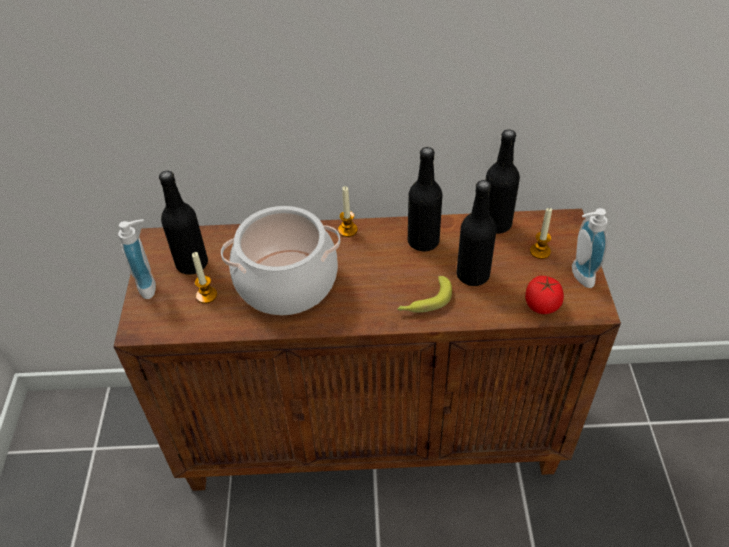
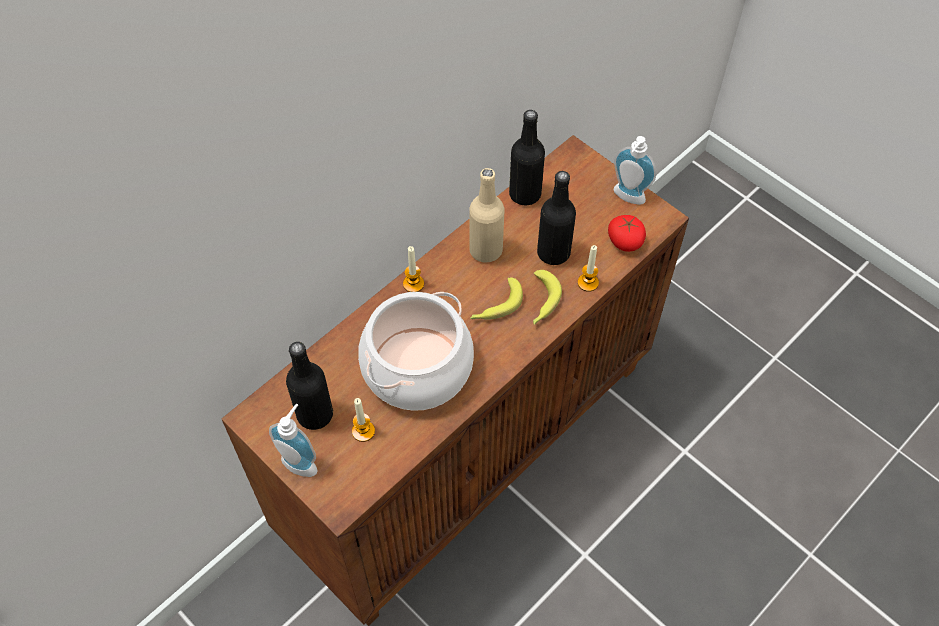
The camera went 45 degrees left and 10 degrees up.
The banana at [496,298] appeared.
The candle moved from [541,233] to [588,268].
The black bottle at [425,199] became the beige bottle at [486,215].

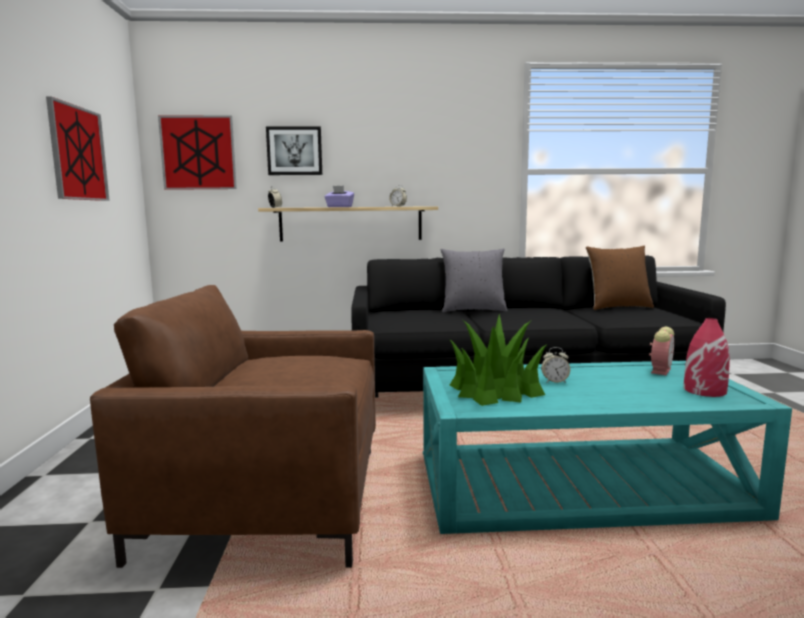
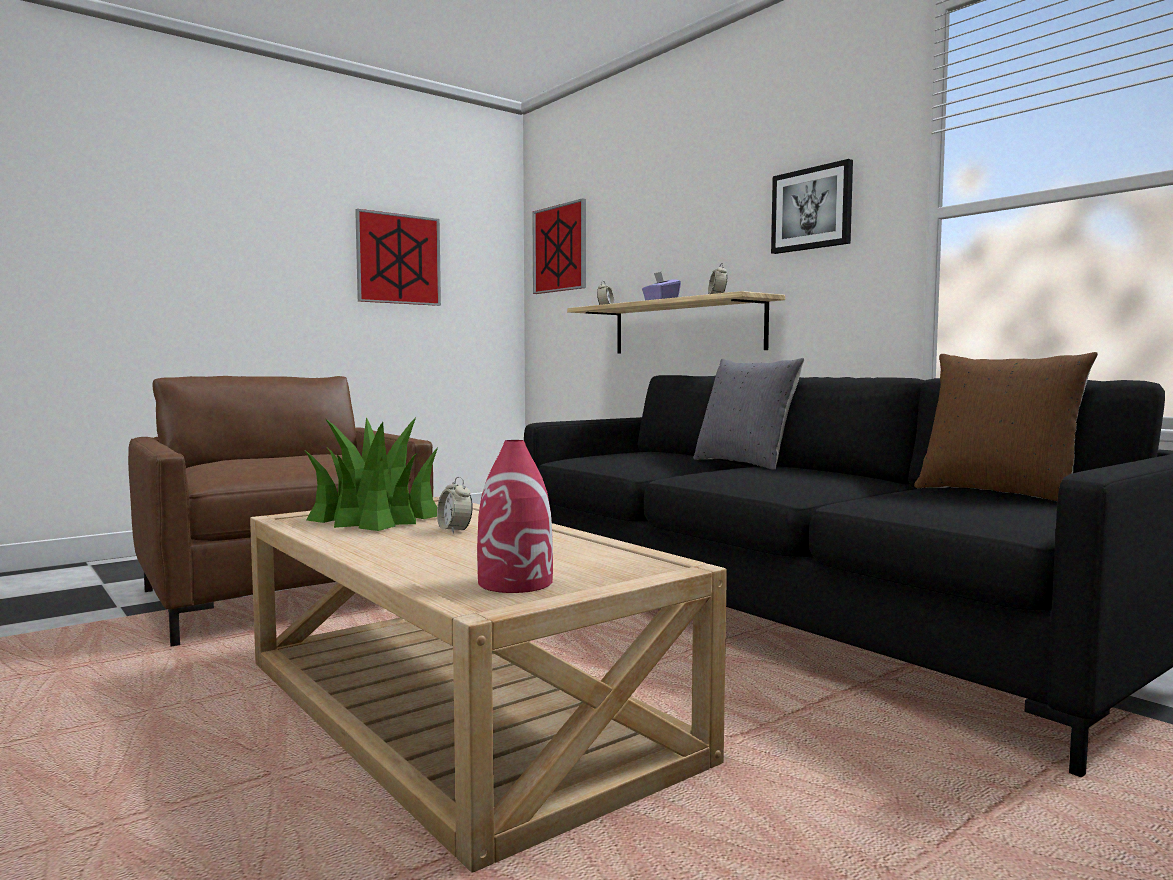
The camera went 55 degrees right and 5 degrees down.
The alarm clock at [661,351] disappeared.
The picture moved from [294,151] to [812,206].
The turquoise coffee table at [607,447] became the beige coffee table at [488,685].

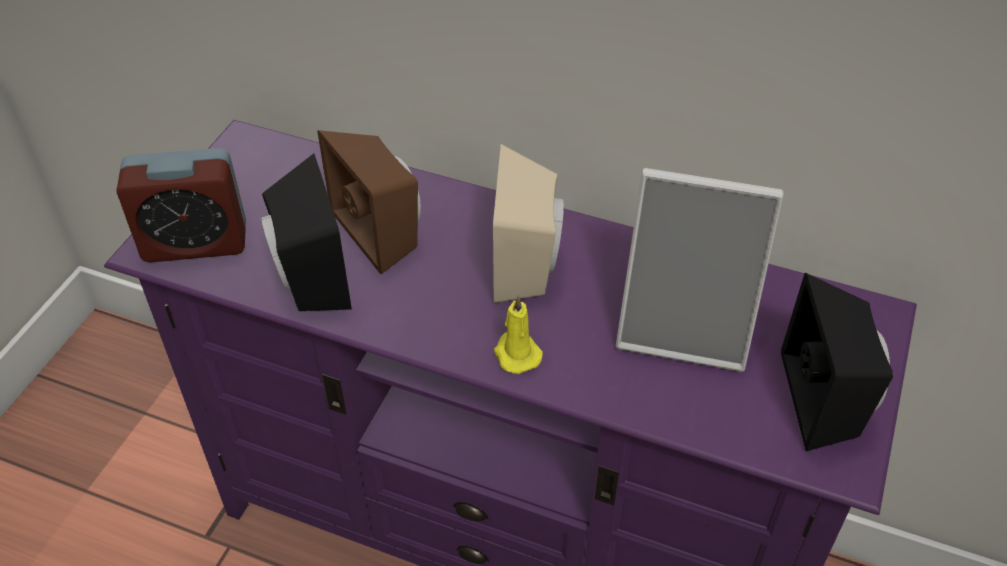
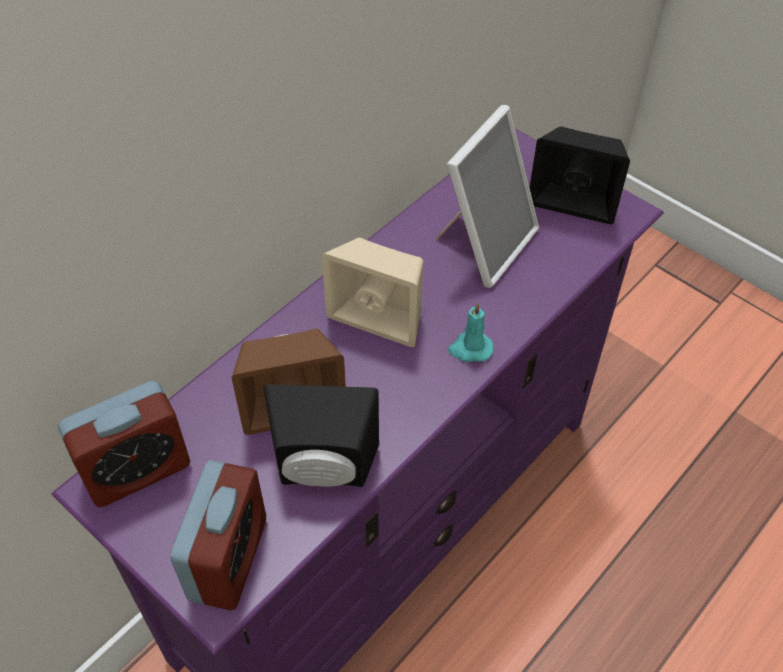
The camera went 70 degrees left and 5 degrees up.
The alarm clock at [124,444] appeared.
The yellow candle at [518,334] became the turquoise candle at [471,332].

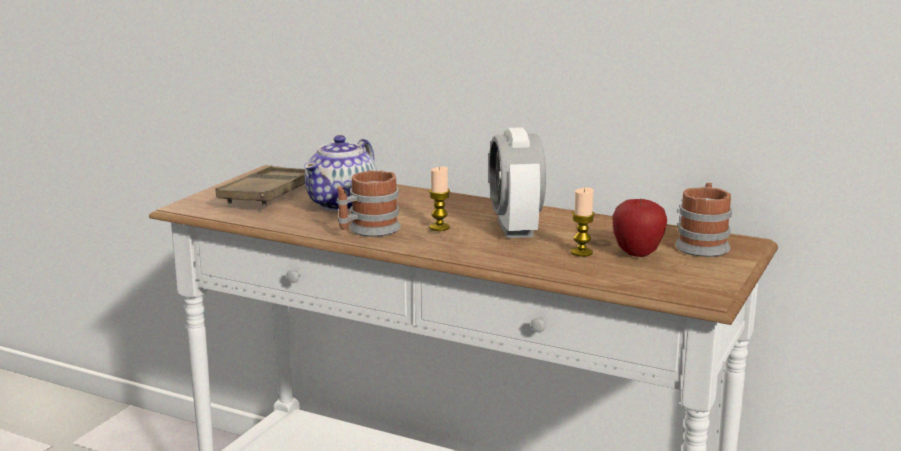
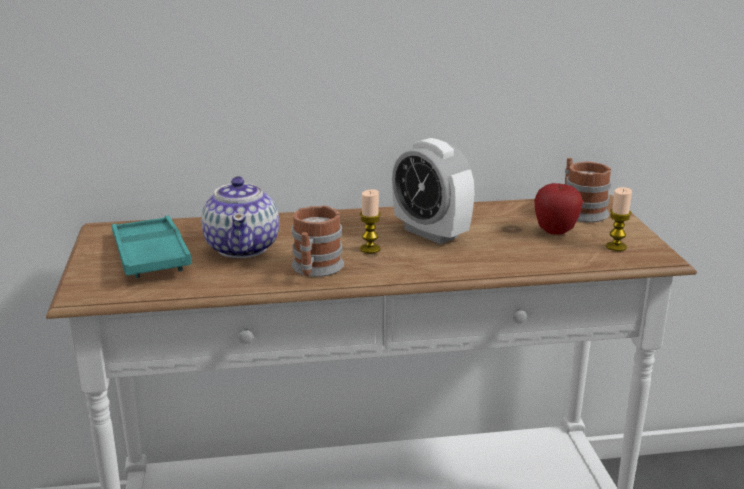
The camera went 35 degrees left and 5 degrees up.
The candle moved from [583,222] to [619,219].
The brown tray at [260,186] became the turquoise tray at [152,247].

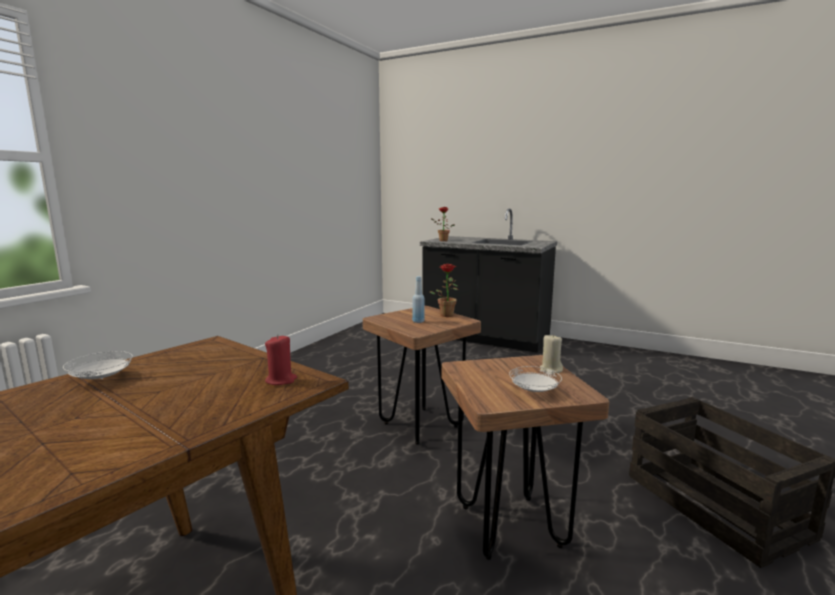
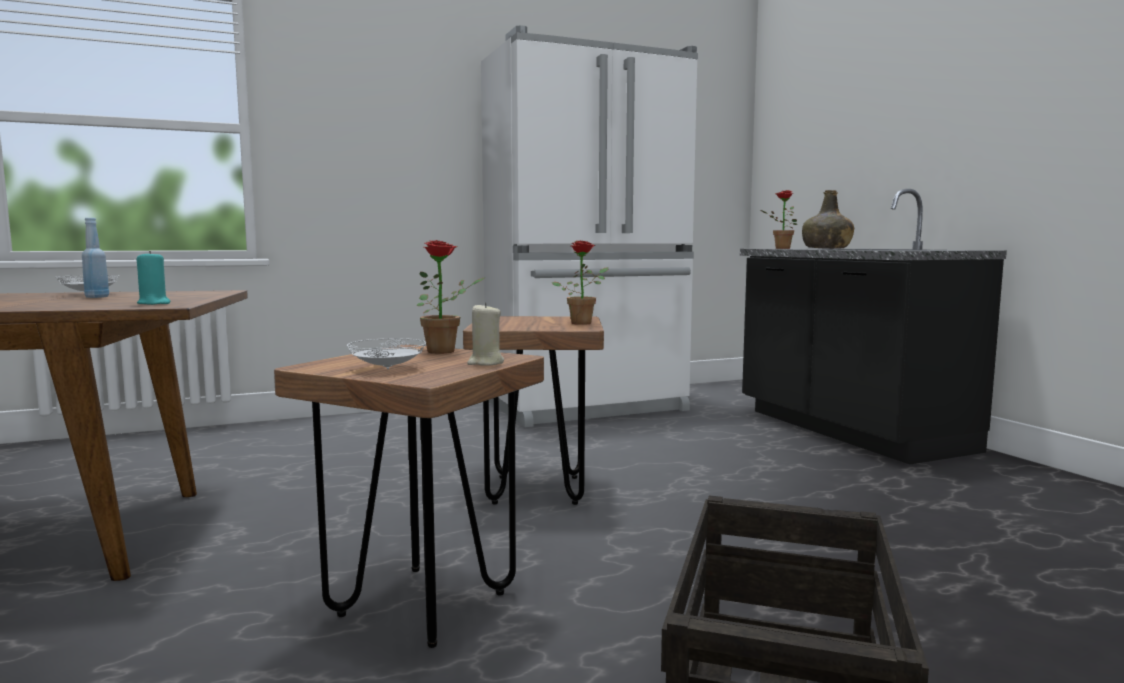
The camera went 40 degrees right and 5 degrees down.
The potted plant at [451,297] appeared.
The white fridge at [589,226] appeared.
The green bottle at [828,219] appeared.
The blue bottle moved from [418,299] to [95,258].
The red candle at [281,360] became the turquoise candle at [154,278].

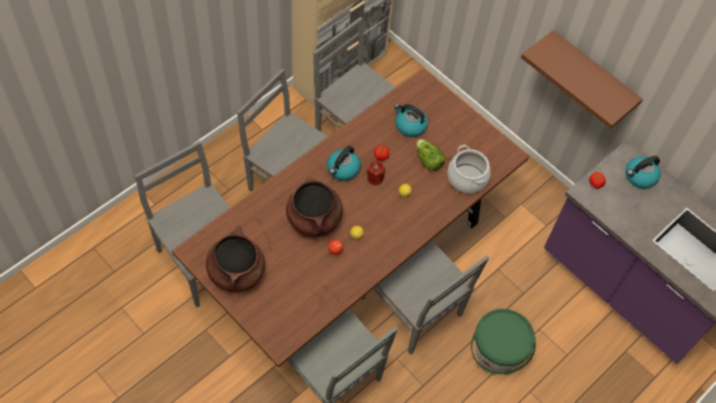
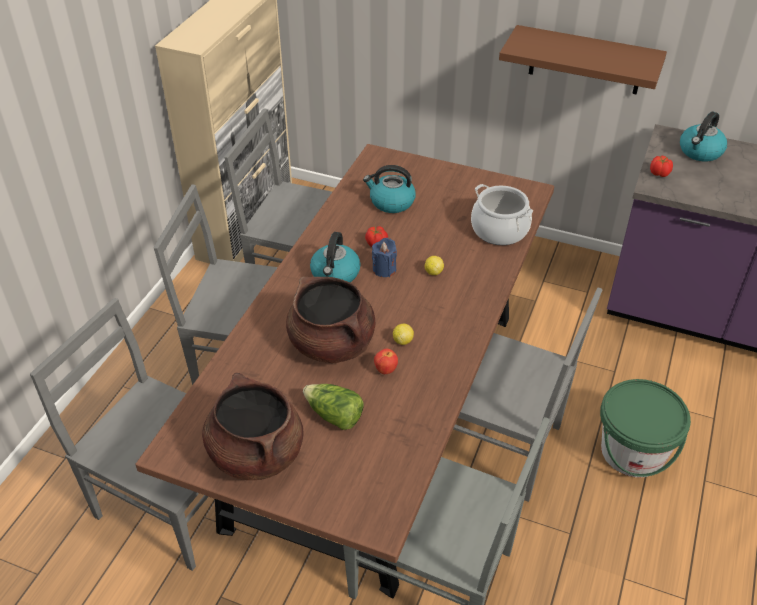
The camera went 20 degrees left and 15 degrees down.
The lettuce moved from [430,155] to [333,407].
The red candle at [376,173] became the blue candle at [384,257].

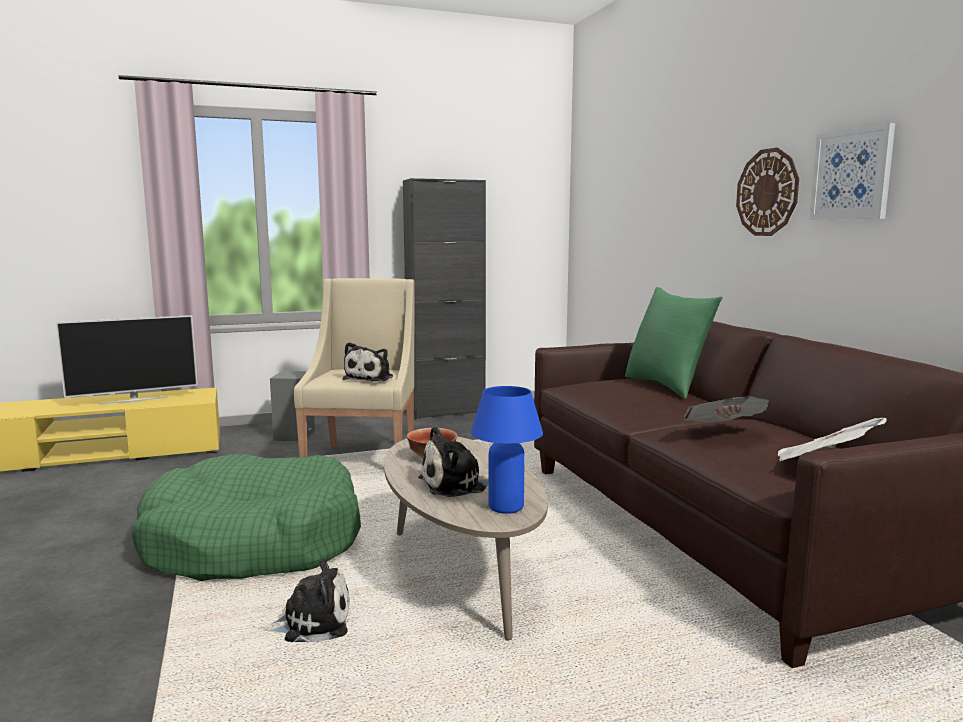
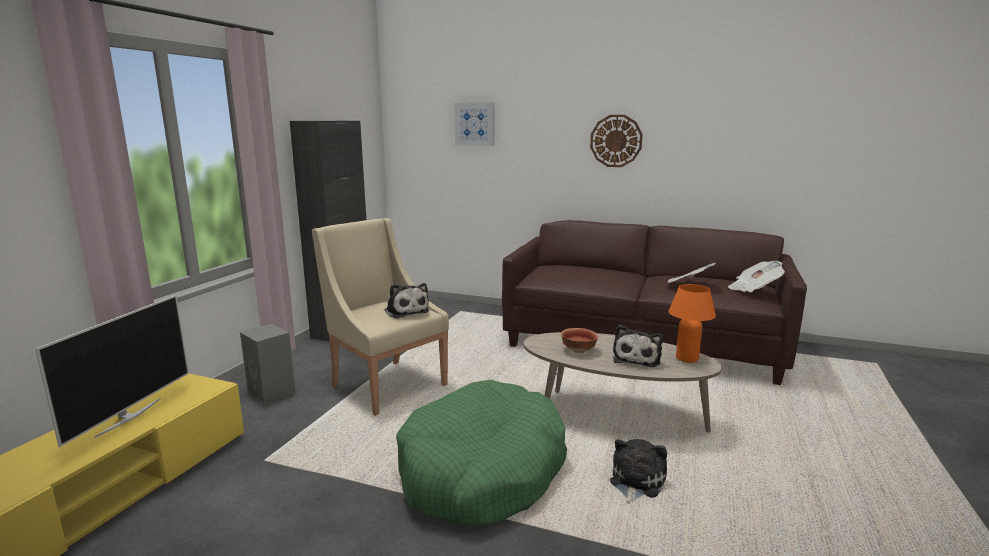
The camera went 50 degrees left and 5 degrees up.
The green pillow at [673,343] disappeared.
The picture moved from [852,171] to [474,124].
The blue table lamp at [507,450] became the orange table lamp at [692,323].

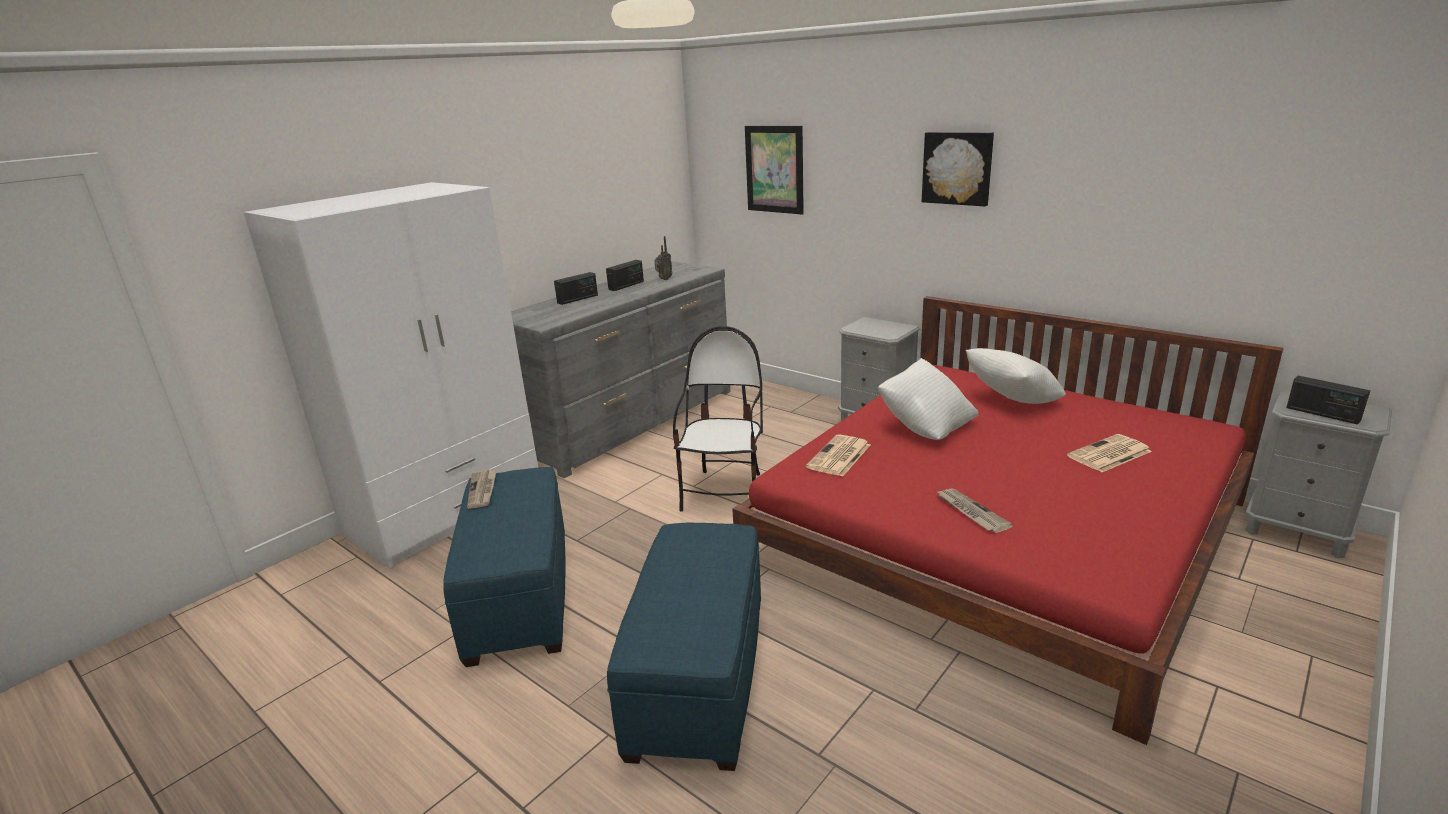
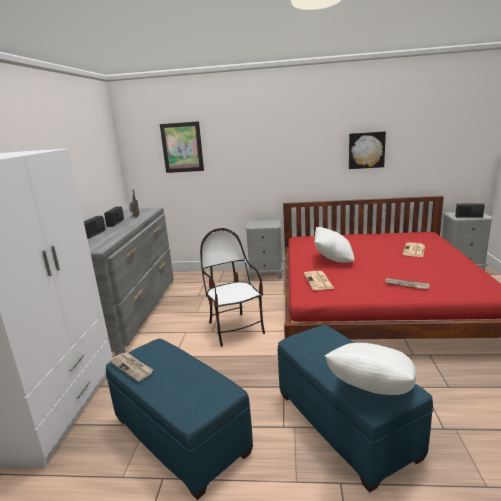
The camera went 35 degrees left and 5 degrees down.
The picture moved from [958,169] to [367,150].
The white pillow moved from [1016,376] to [371,369].

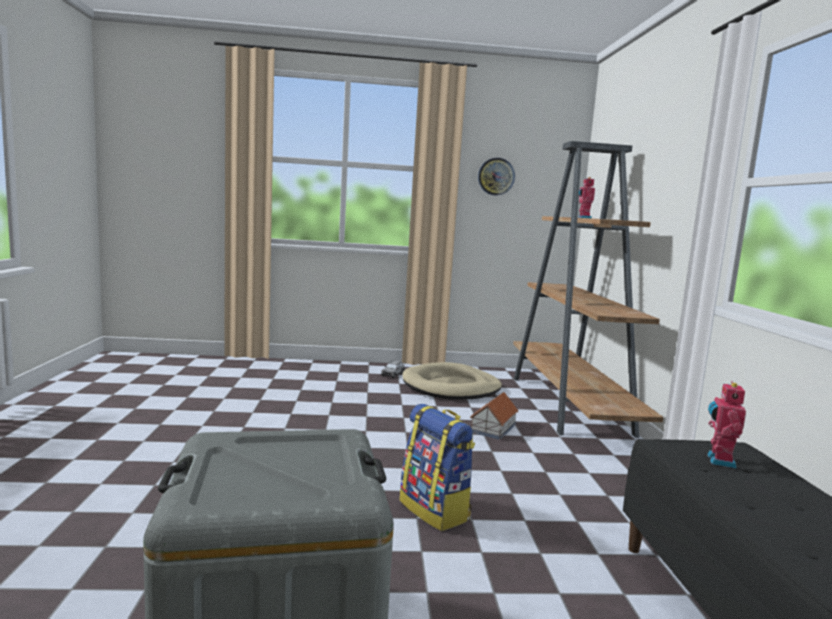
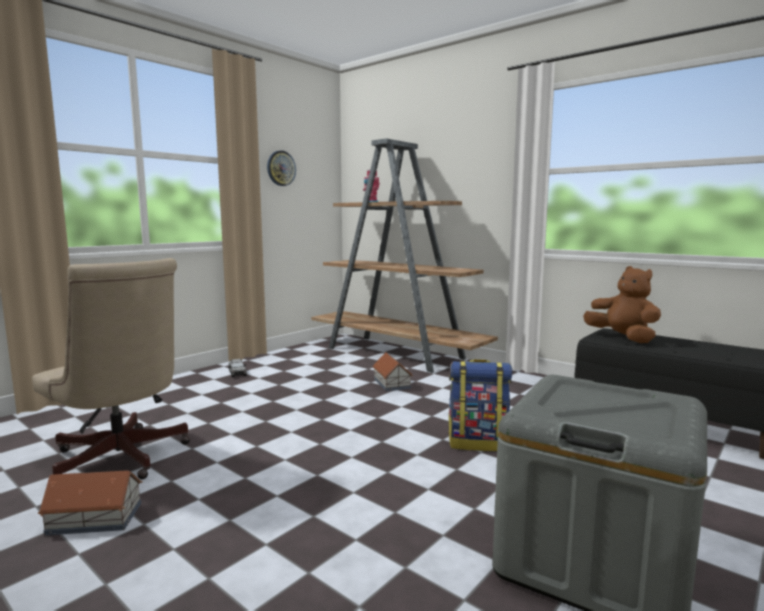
The camera went 45 degrees left and 0 degrees up.
The beige dog bed at [452,381] disappeared.
The beige office chair at [111,368] appeared.
The toy house at [90,503] appeared.
The toy robot at [726,425] was replaced by the brown plush toy at [622,304].

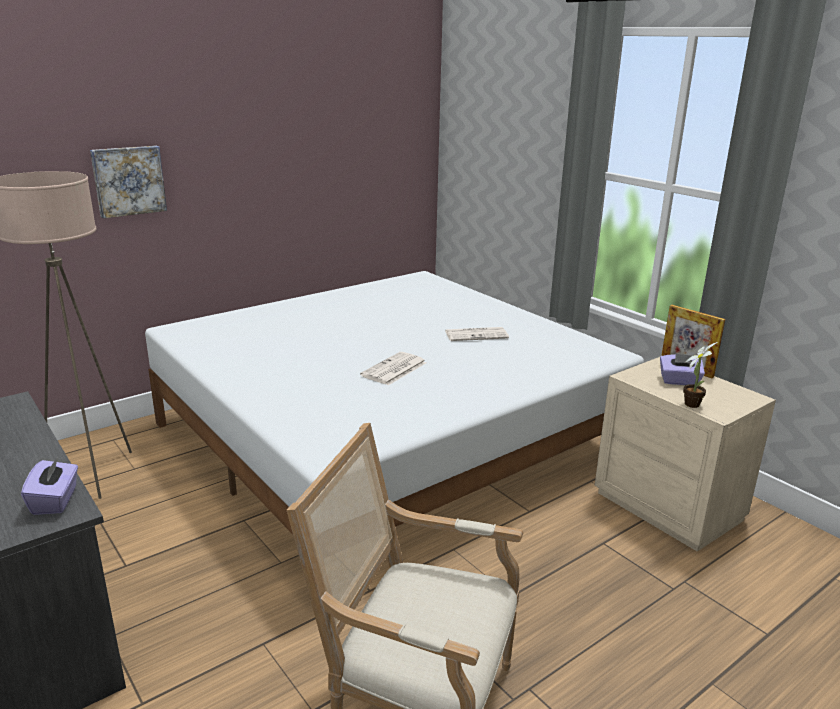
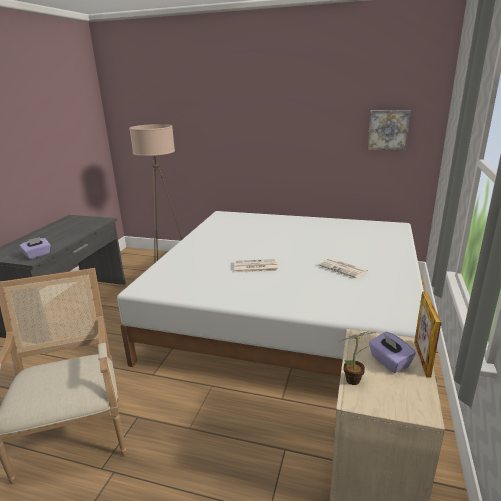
The camera went 55 degrees right and 0 degrees up.
The picture moved from [128,182] to [388,130].

